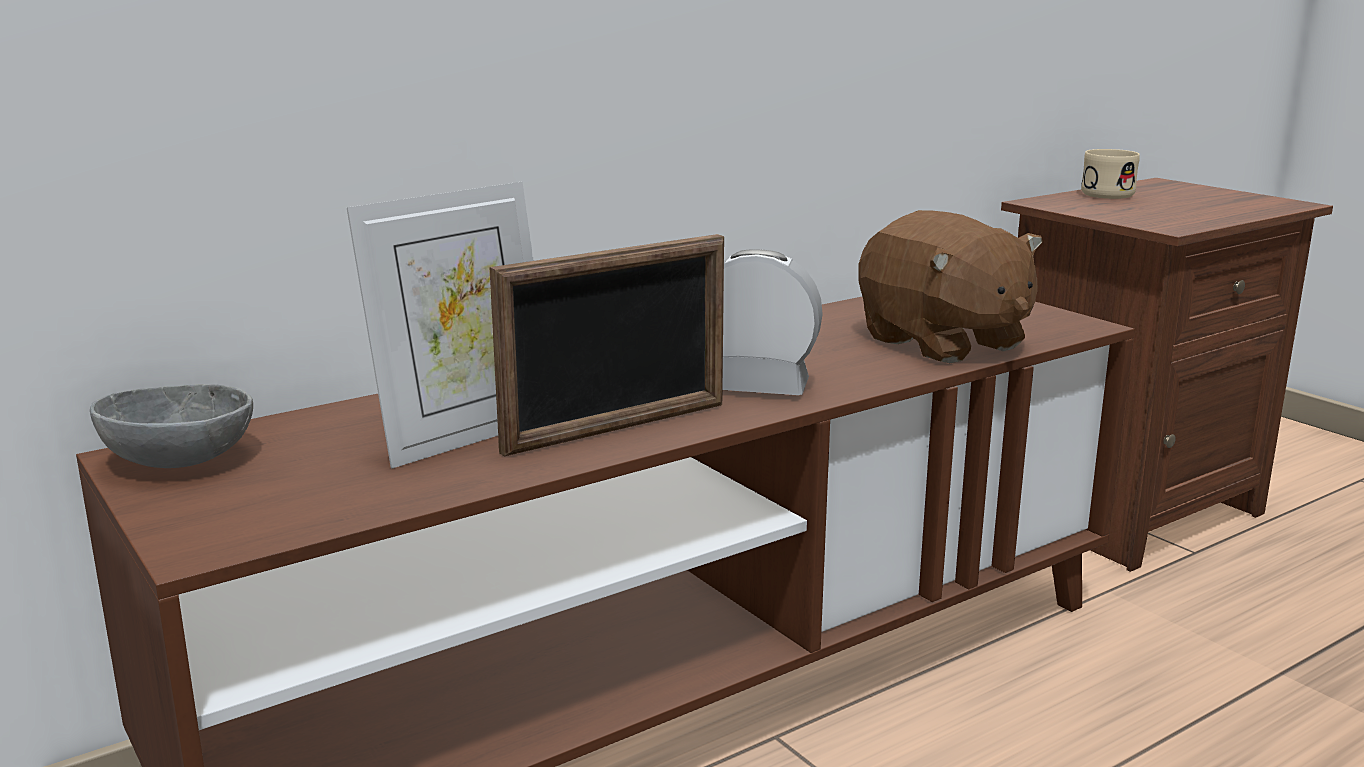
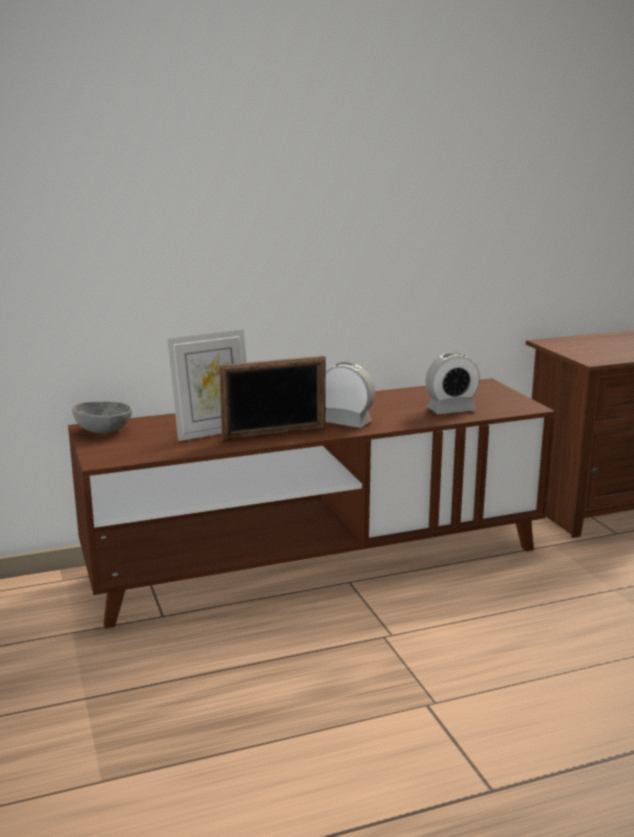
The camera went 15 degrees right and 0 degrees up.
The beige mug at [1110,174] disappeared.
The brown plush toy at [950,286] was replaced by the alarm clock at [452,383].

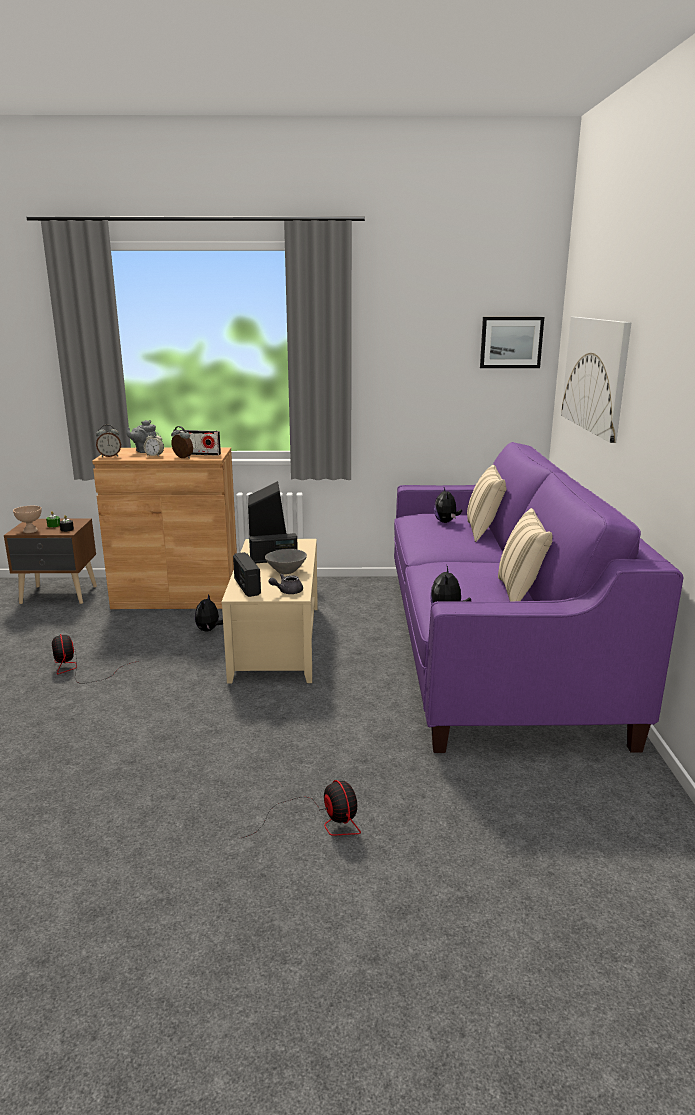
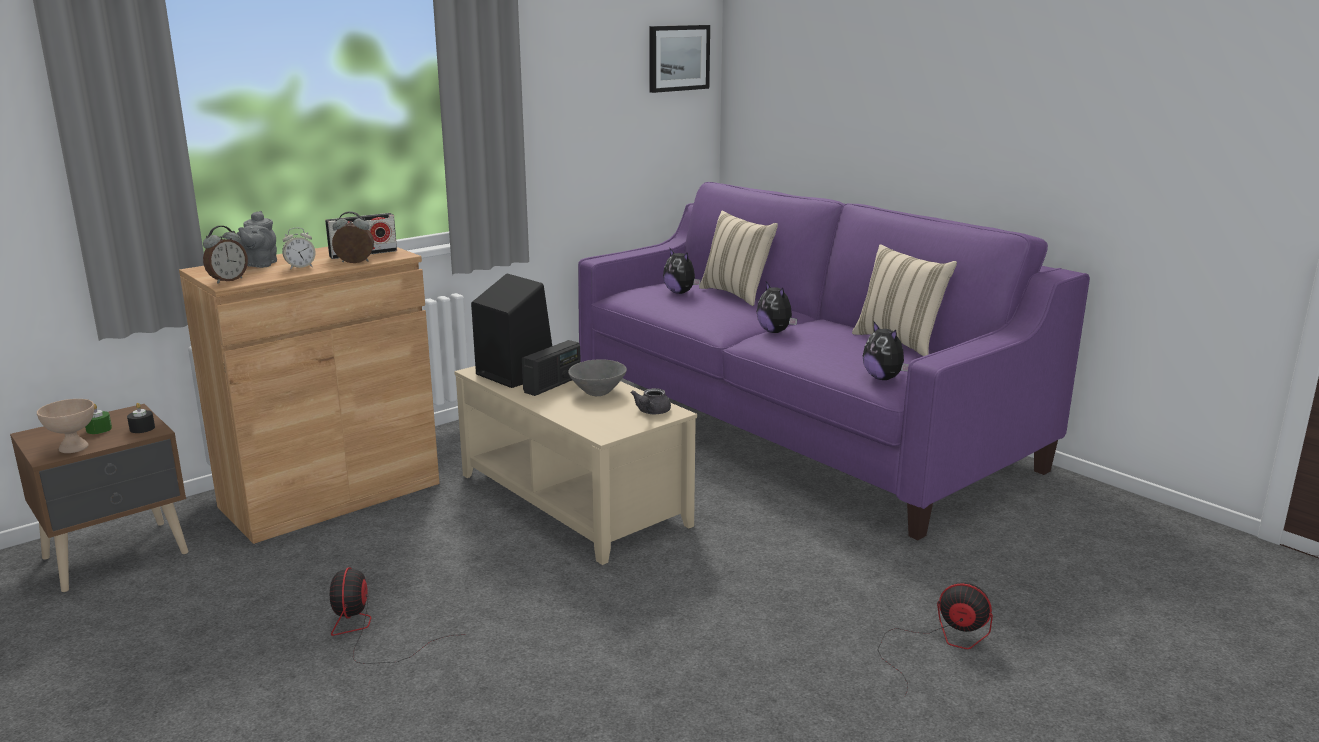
The camera went 40 degrees left and 0 degrees up.
The radio at [247,574] disappeared.
The picture at [596,380] disappeared.
The plush toy moved from [209,613] to [777,307].
The fan at [95,658] turned 60 degrees clockwise.

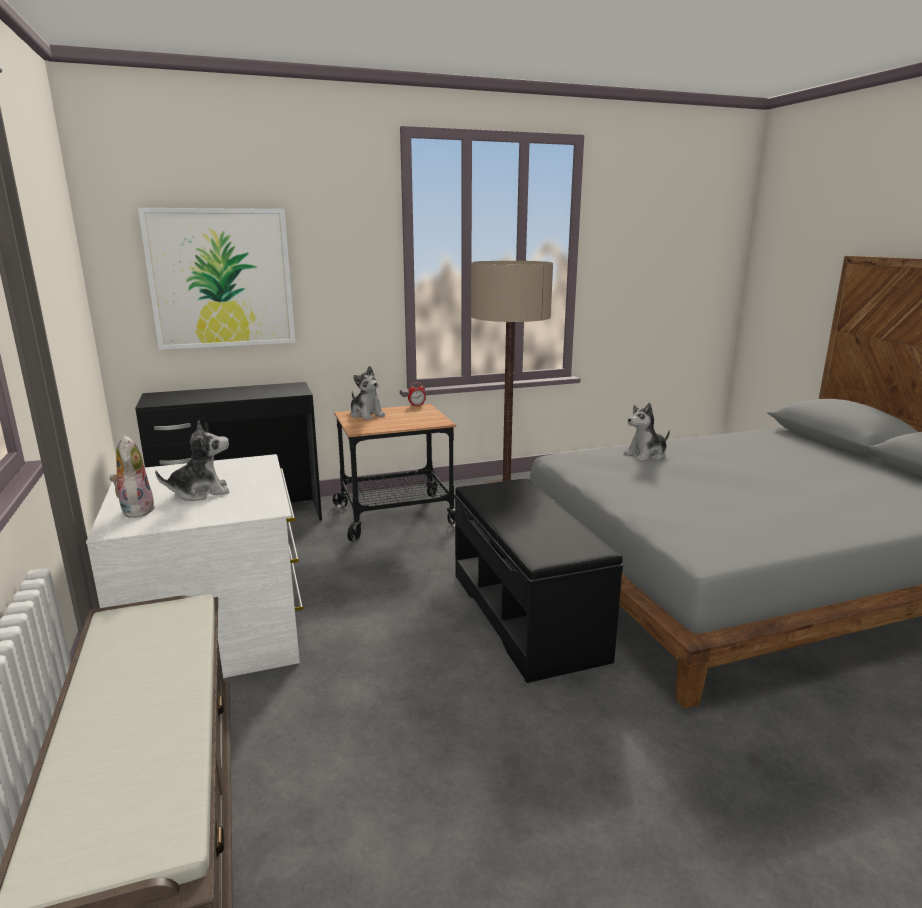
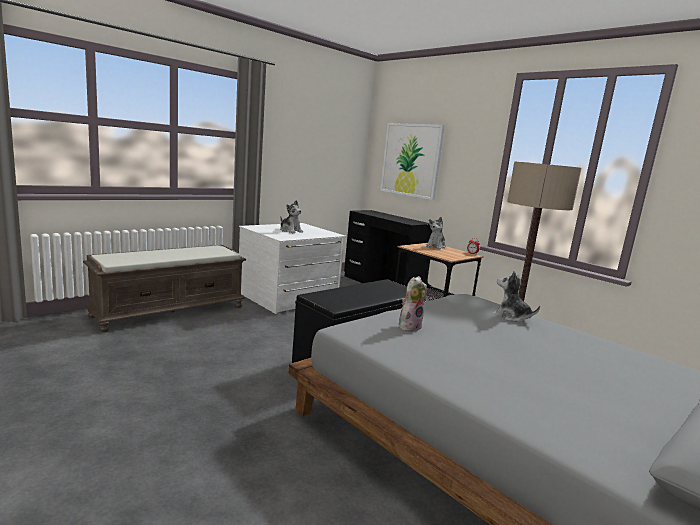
The camera went 65 degrees right and 5 degrees down.
The plush toy moved from [132,476] to [413,303].

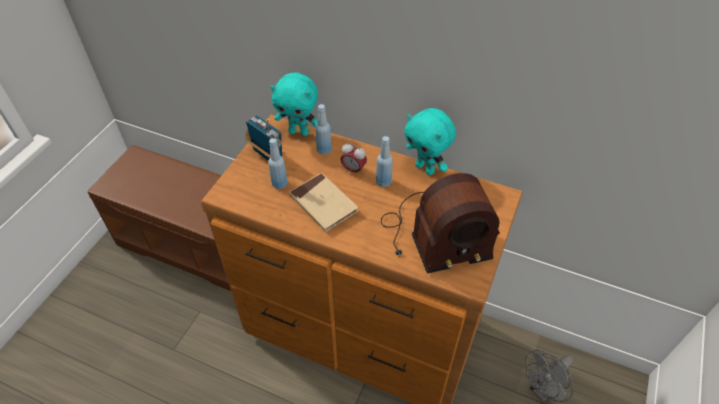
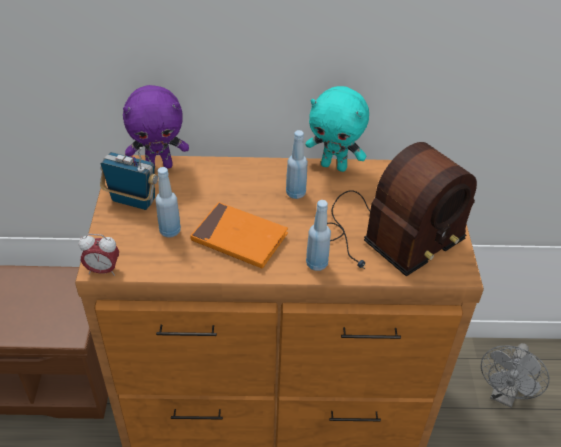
The camera went 25 degrees left and 5 degrees down.
The blue bottle moved from [323,129] to [318,235].
The alarm clock moved from [354,159] to [99,255].
The turquoise plush toy at [294,104] became the purple plush toy at [156,126].
The beige book at [324,202] became the orange book at [239,235].

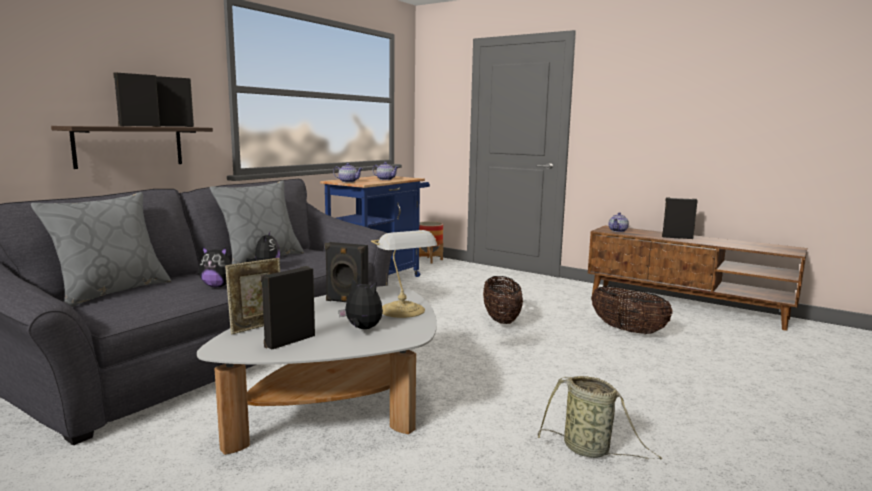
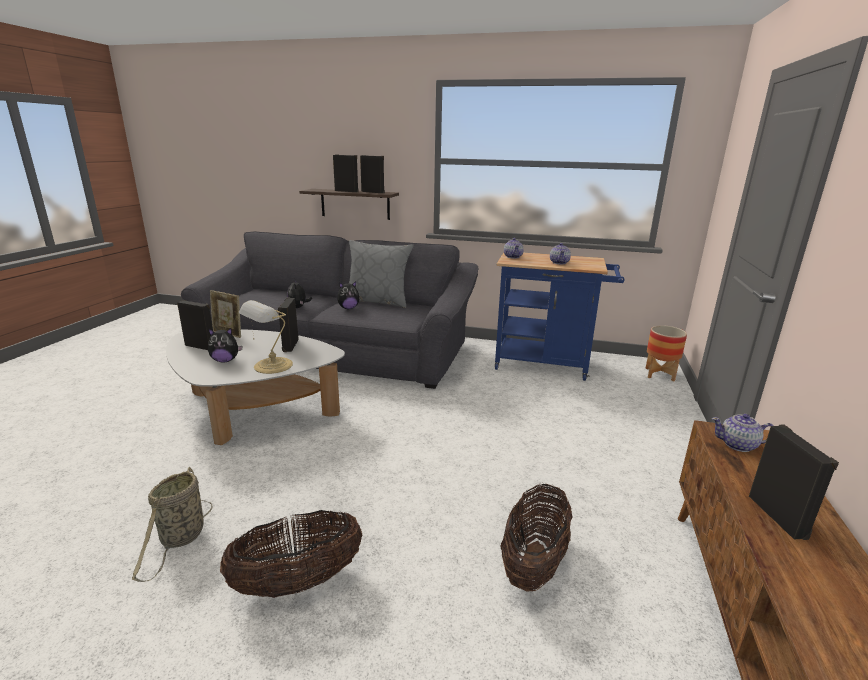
The camera went 70 degrees right and 10 degrees up.
The grey pillow at [101,249] disappeared.
The basket moved from [503,300] to [291,554].
The plush toy at [360,304] turned 75 degrees clockwise.

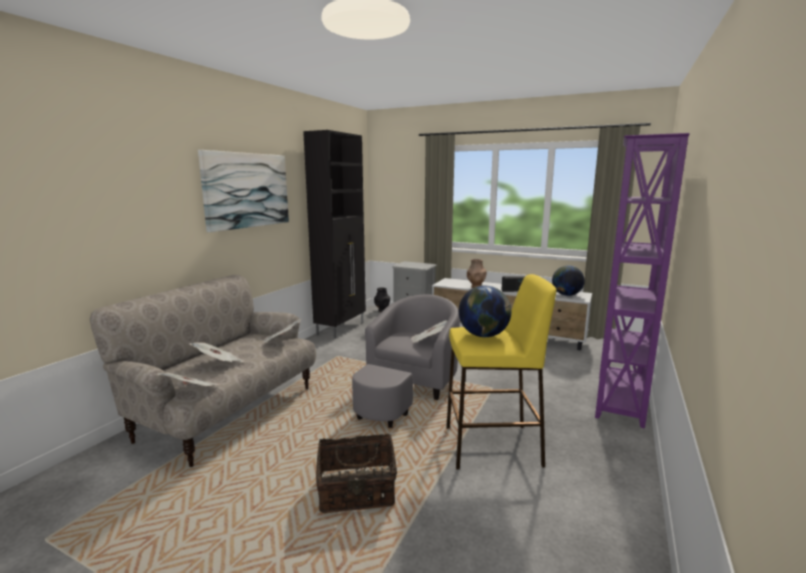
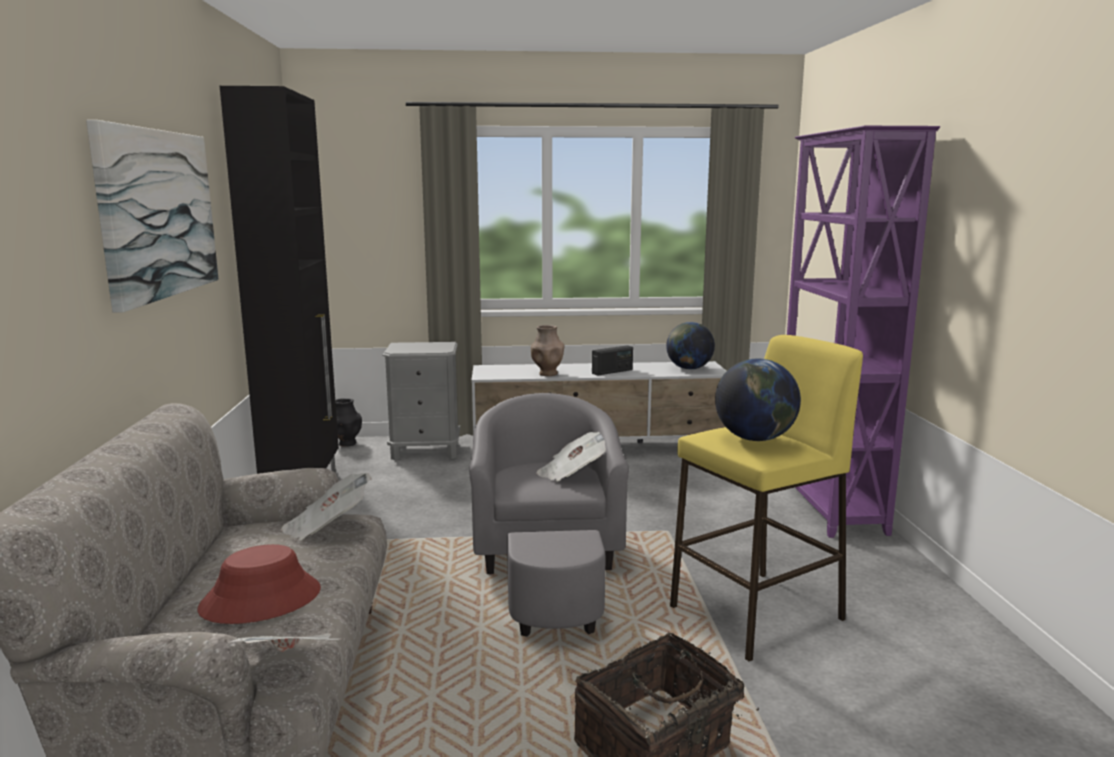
The camera went 30 degrees left and 0 degrees up.
The newspaper at [217,352] was replaced by the red hat at [259,584].

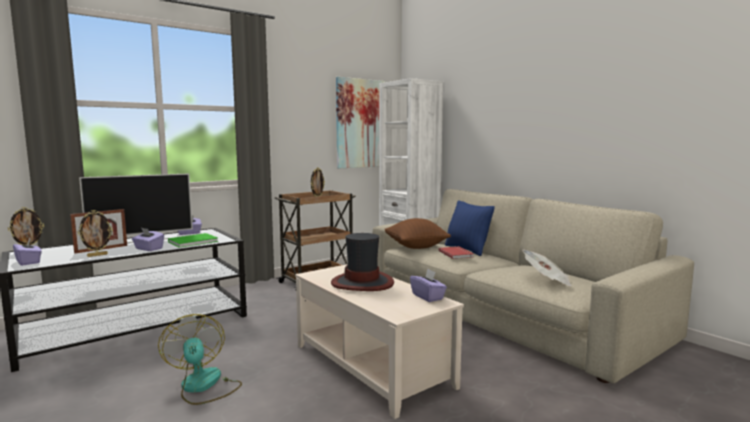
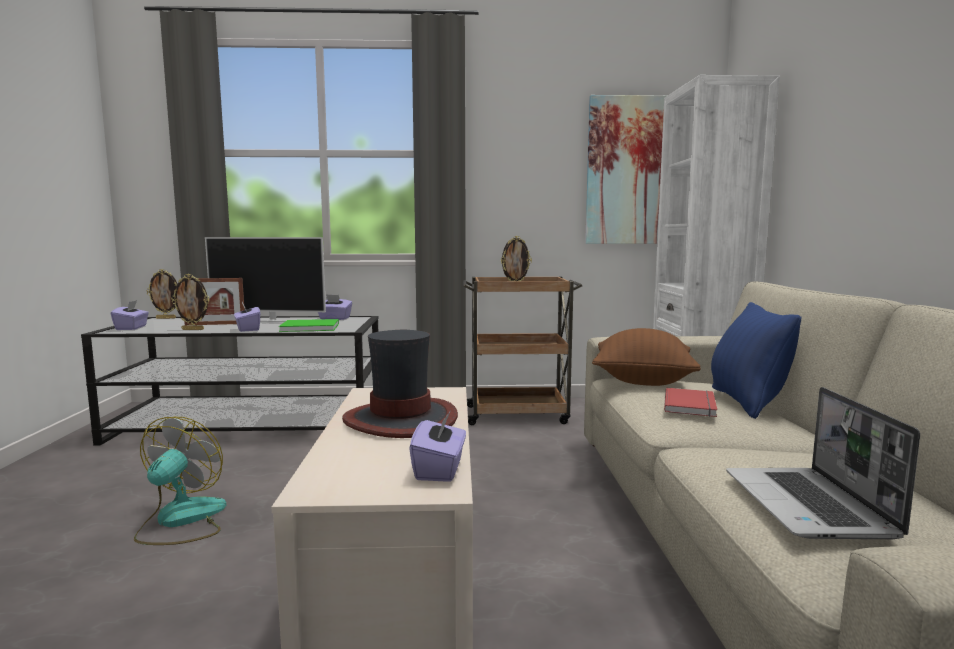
The camera went 35 degrees right and 0 degrees up.
The newspaper at [547,268] was replaced by the laptop at [823,463].

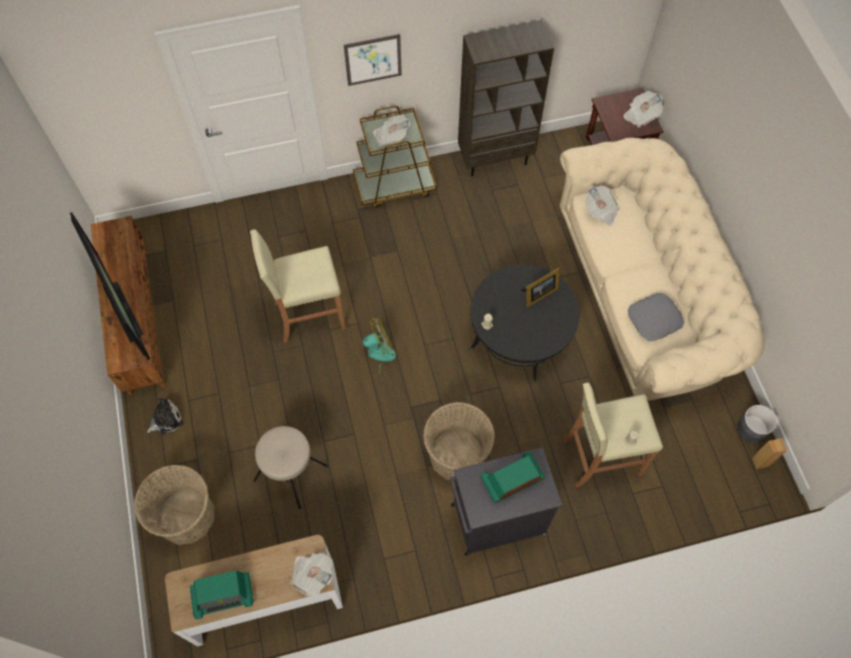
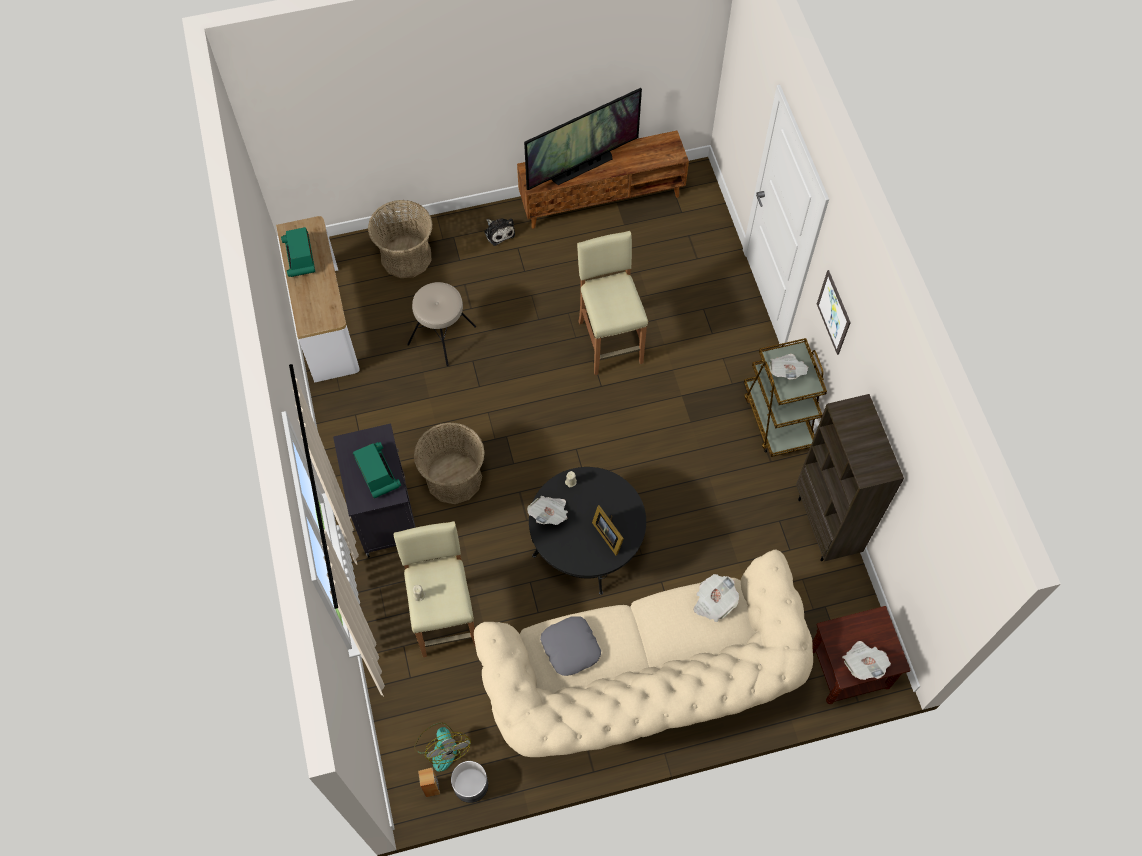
The camera went 90 degrees right and 0 degrees up.
The newspaper moved from [312,574] to [547,510].
The fan moved from [375,347] to [442,747].

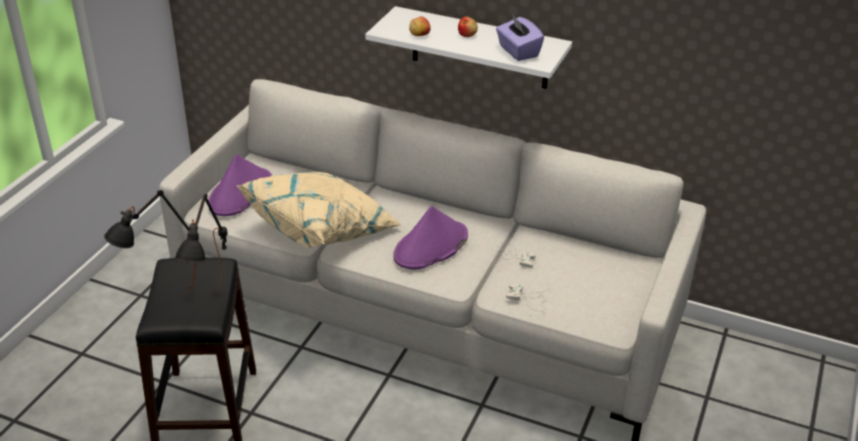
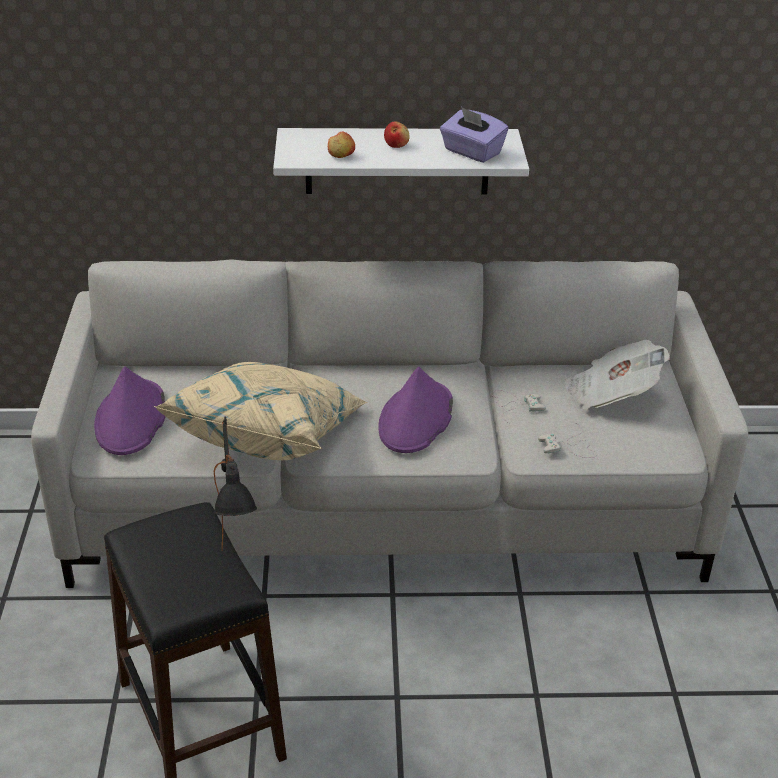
The camera went 25 degrees left and 0 degrees up.
The black table lamp at [151,240] disappeared.
The newspaper at [617,375] appeared.

